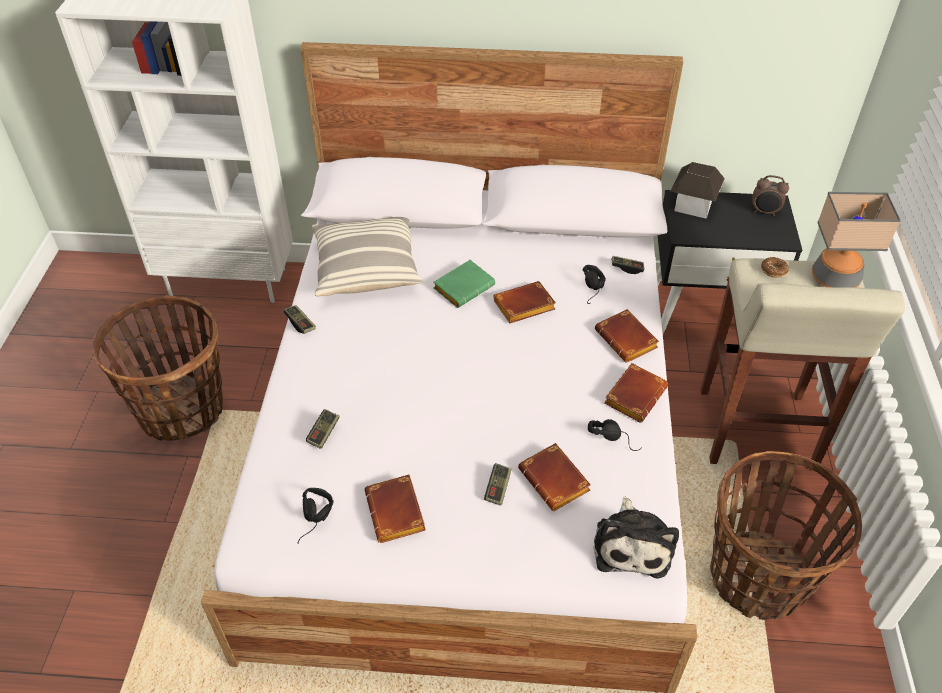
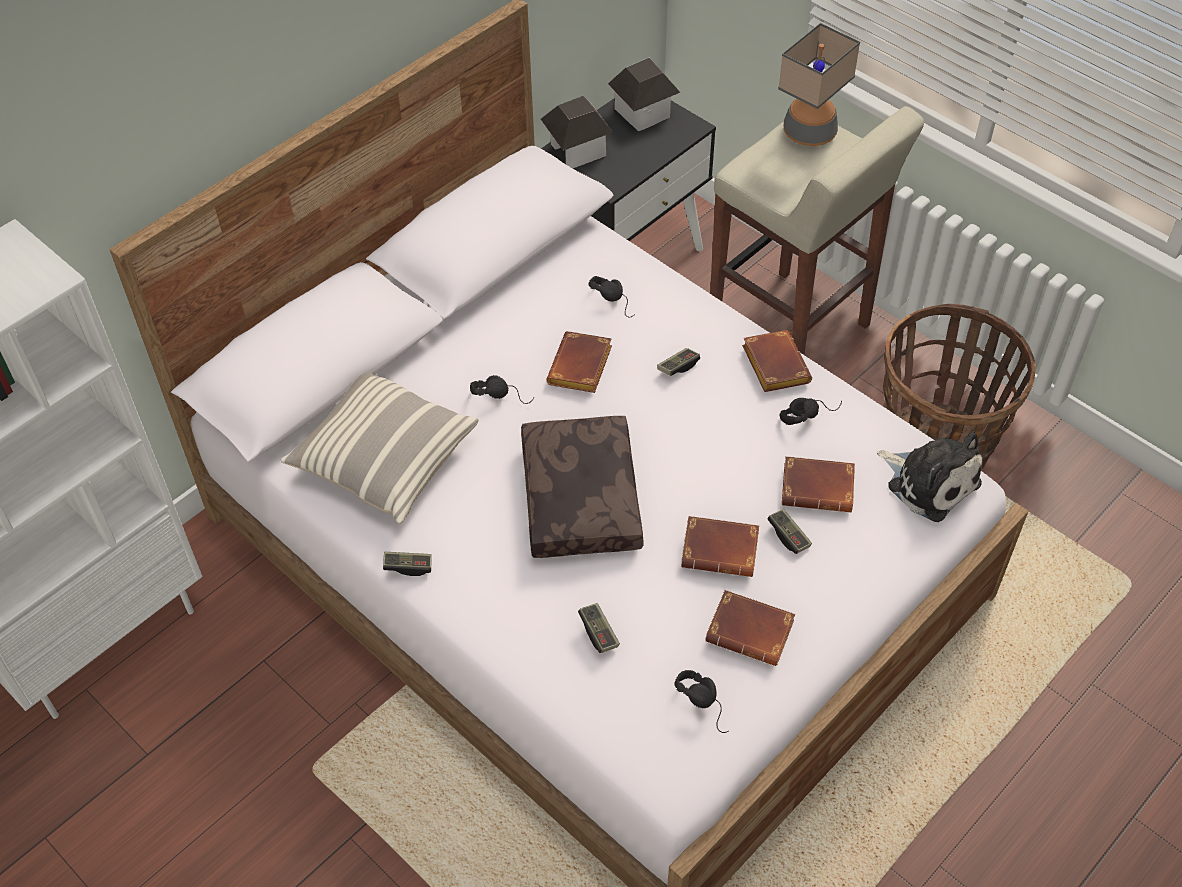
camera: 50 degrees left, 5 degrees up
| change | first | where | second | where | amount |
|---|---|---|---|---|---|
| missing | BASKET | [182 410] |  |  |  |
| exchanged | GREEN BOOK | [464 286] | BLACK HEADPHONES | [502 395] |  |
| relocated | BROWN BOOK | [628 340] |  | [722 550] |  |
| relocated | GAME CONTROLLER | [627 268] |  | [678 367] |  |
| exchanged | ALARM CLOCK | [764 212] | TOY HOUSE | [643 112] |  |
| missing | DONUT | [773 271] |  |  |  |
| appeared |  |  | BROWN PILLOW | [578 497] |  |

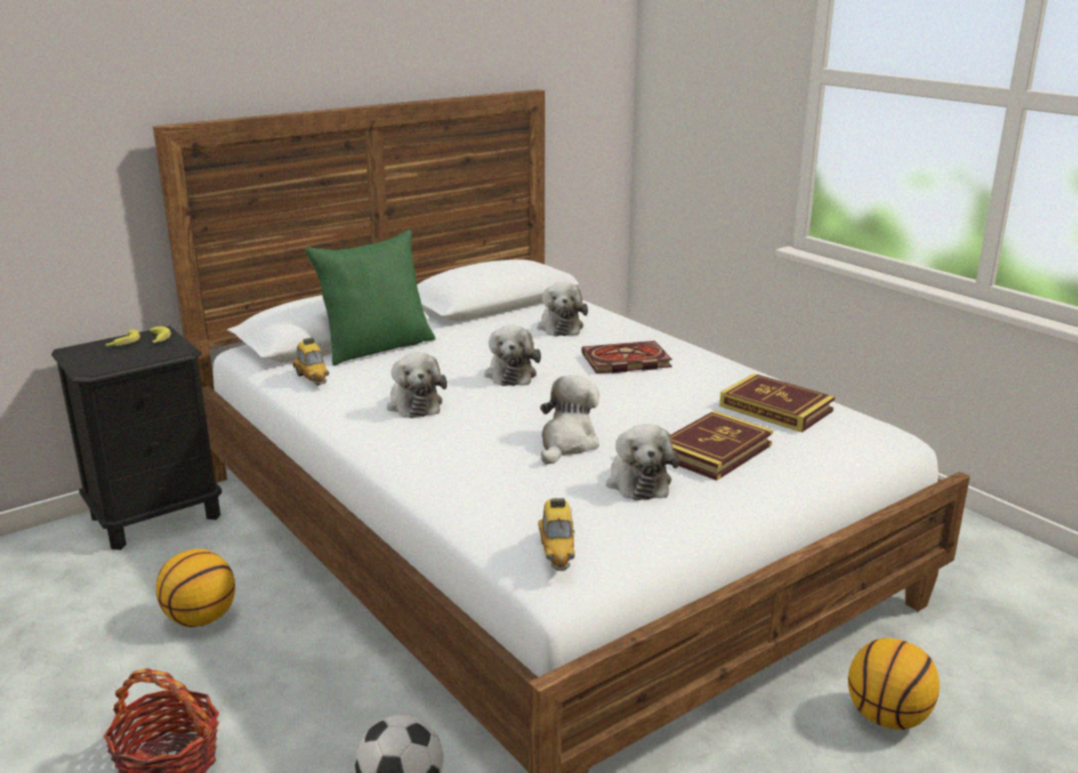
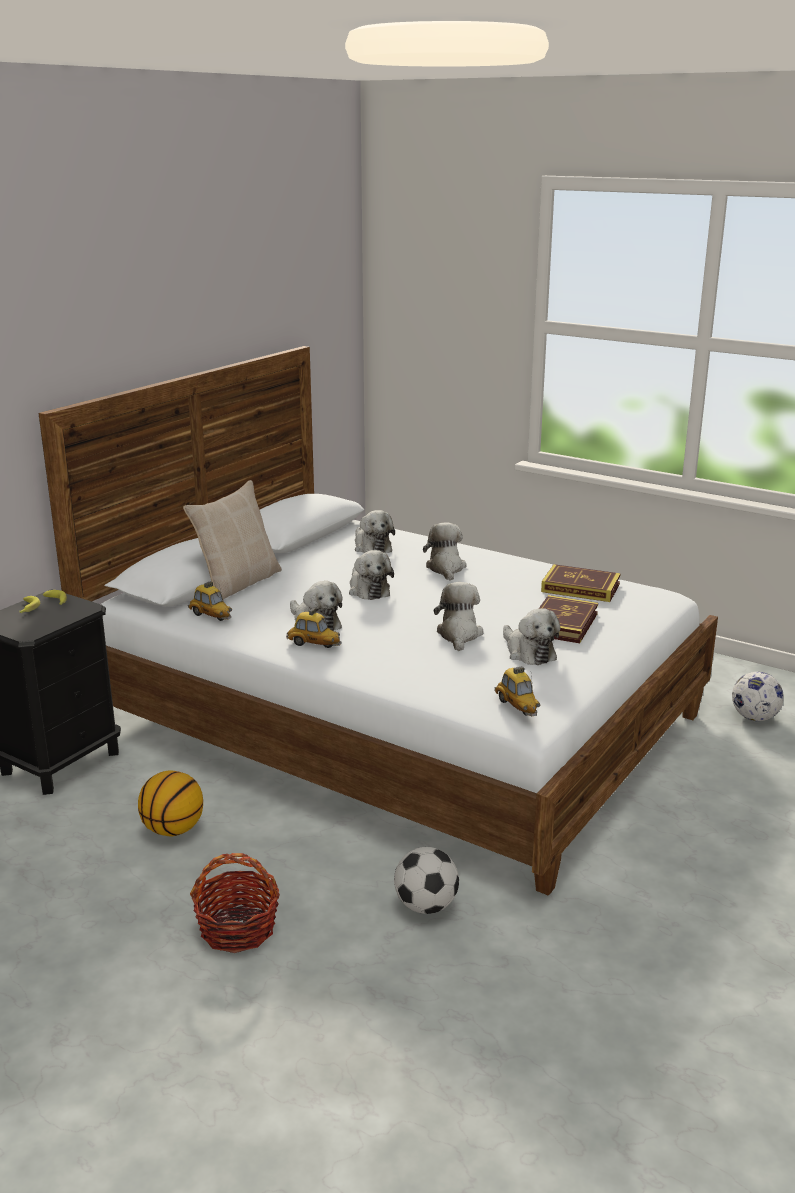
camera: 20 degrees left, 0 degrees up
| change | first | where | second | where | amount |
|---|---|---|---|---|---|
| colour | GREEN PILLOW | [376 347] | BEIGE PILLOW | [238 583] |  |
| exchanged | BOOK | [624 362] | PLUSH TOY | [446 568] |  |
| missing | BASKETBALL | [887 717] |  |  |  |
| appeared |  |  | TOY CAR | [314 644] |  |
| appeared |  |  | FOOTBALL | [754 717] |  |

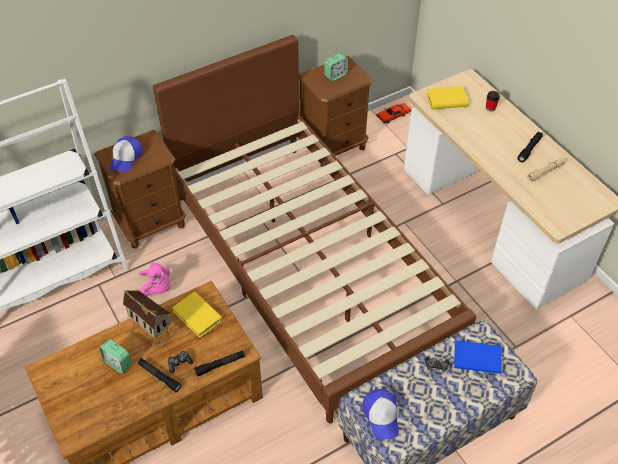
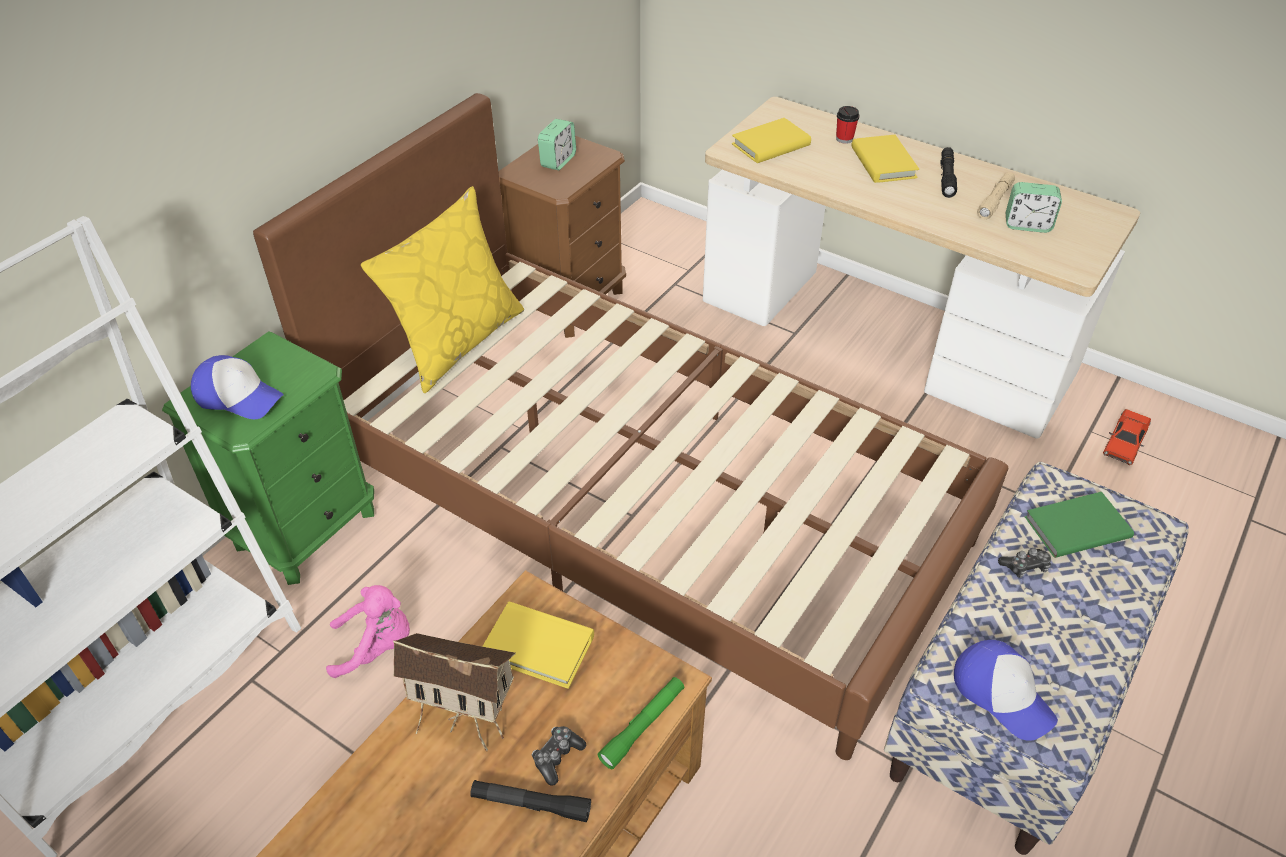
camera: 25 degrees left, 5 degrees down
| change | first | where | second | where | amount |
|---|---|---|---|---|---|
| colour | BROWN NIGHTSTAND | [151 224] | GREEN NIGHTSTAND | [306 529] |  |
| relocated | ALARM CLOCK | [118 363] |  | [1027 225] |  |
| spun | CAP | [126 158] |  | [238 396] | 60 degrees counterclockwise |
| colour | BLACK FLASHLIGHT | [220 365] | GREEN FLASHLIGHT | [643 726] |  |
| relocated | RED TOY CAR | [393 116] |  | [1124 442] |  |
| colour | BLUE BOOK | [476 357] | GREEN BOOK | [1075 526] |  |
| appeared |  |  | YELLOW PILLOW | [457 341] |  |
| appeared |  |  | YELLOW BOOK | [883 163] |  |

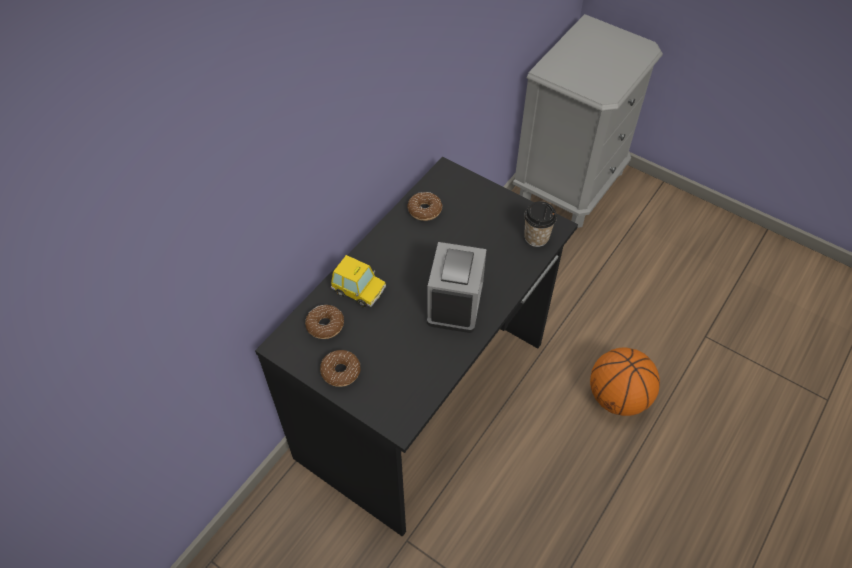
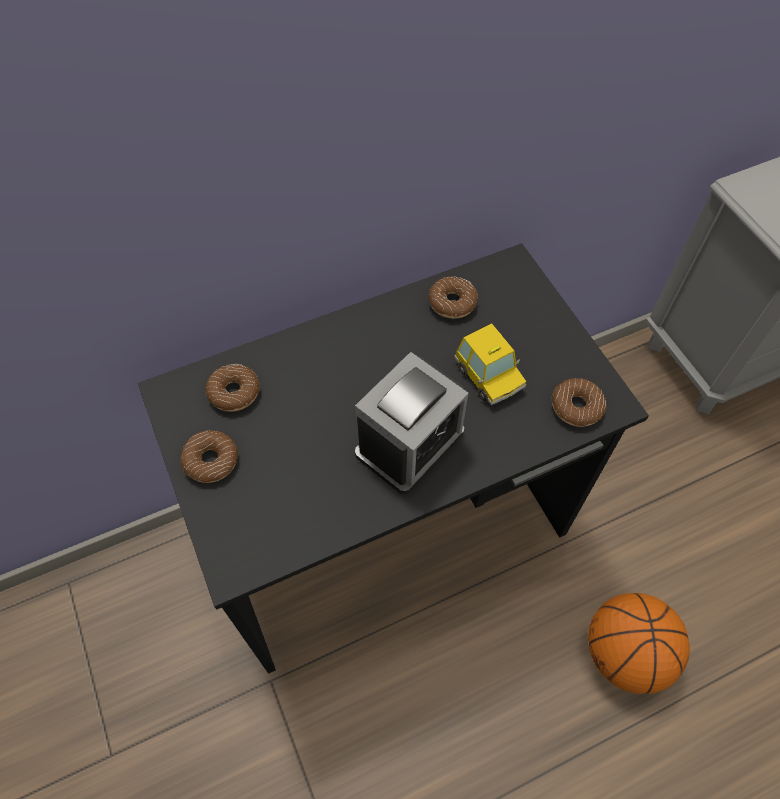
camera: 30 degrees right, 5 degrees up
| change | first | where | second | where | amount |
|---|---|---|---|---|---|
| relocated | TOY CAR | [359 290] |  | [489 376] |  |
| exchanged | CUP | [536 237] | DONUT | [576 407] |  |

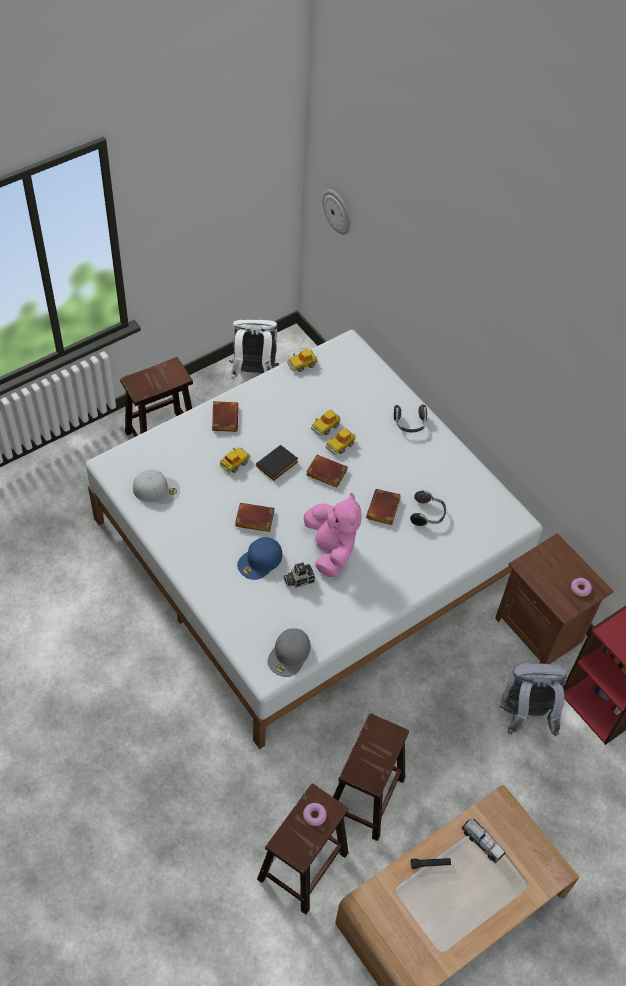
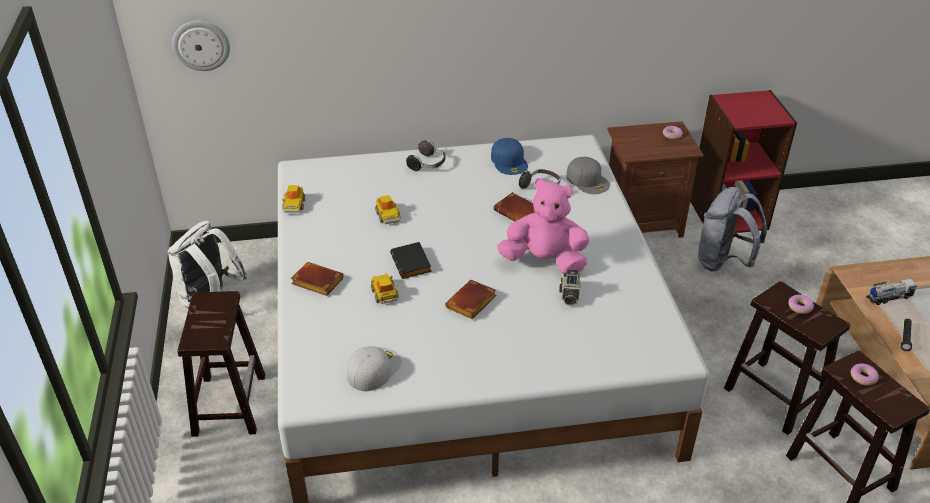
camera: 60 degrees left, 15 degrees down
| change | first | where | second | where | amount |
|---|---|---|---|---|---|
| relocated | BLUE CAP | [260 561] |  | [509 161] |  |
| relocated | GREY CAP | [289 655] |  | [588 180] |  |
| missing | BROWN BOOK | [325 473] |  |  |  |
| missing | TOY CAR | [340 445] |  |  |  |
| appeared |  |  | DONUT | [800 307] |  |

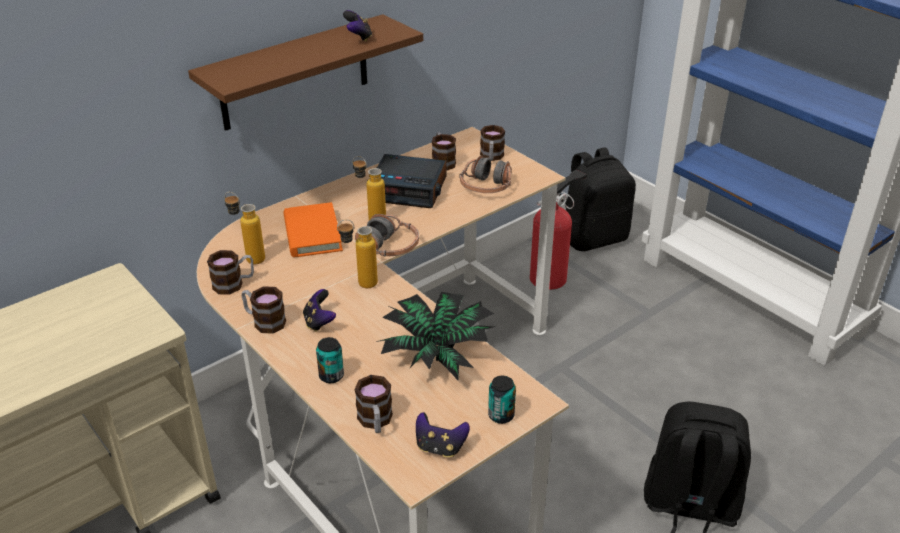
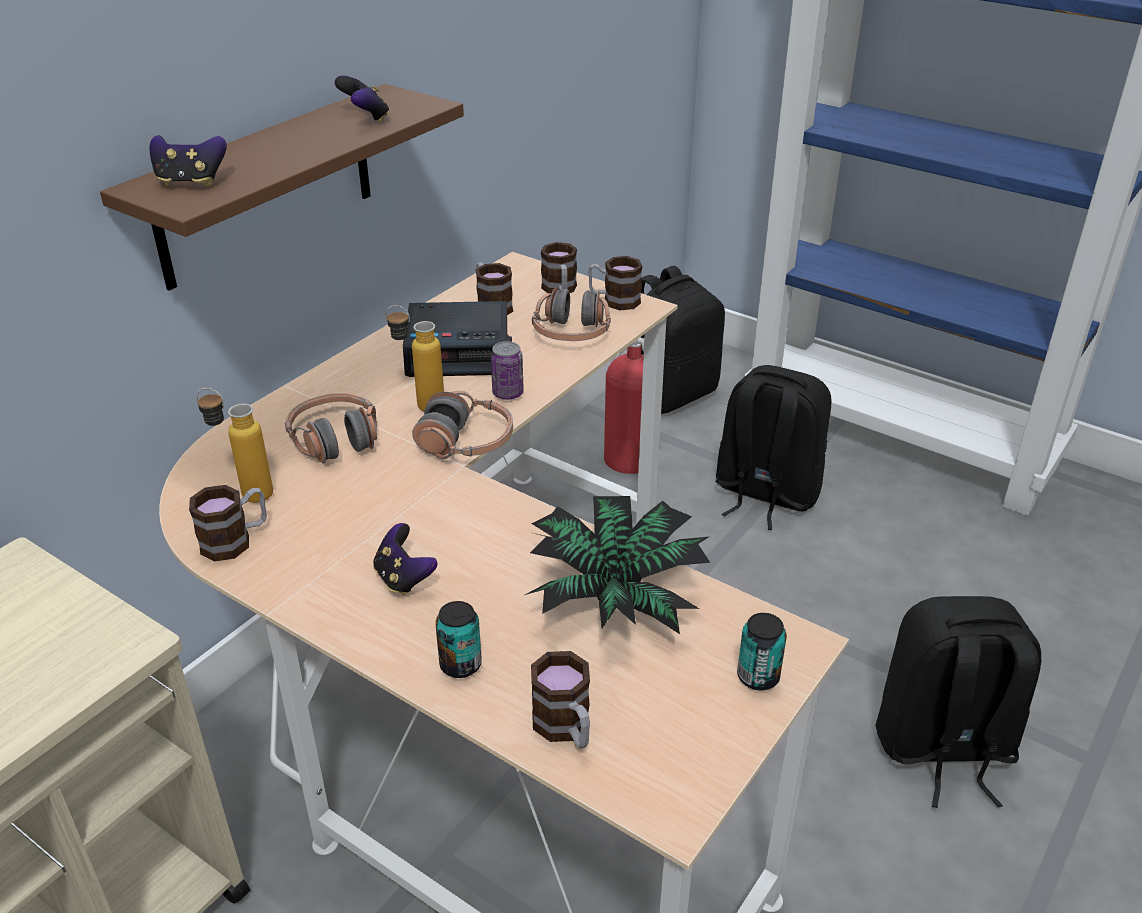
camera: 15 degrees left, 0 degrees up
| change | first | where | second | where | amount |
|---|---|---|---|---|---|
| relocated | MUG | [264 321] |  | [614 300] |  |
| exchanged | ORANGE BOOK | [312 234] | HEADPHONES | [335 439] |  |
| missing | BOTTLE | [360 284] |  |  |  |
| relocated | GAME CONTROLLER | [440 447] |  | [191 182] |  |
| appeared |  |  | CAN | [508 393] |  |
| appeared |  |  | BLACK BACKPACK | [765 494] |  |

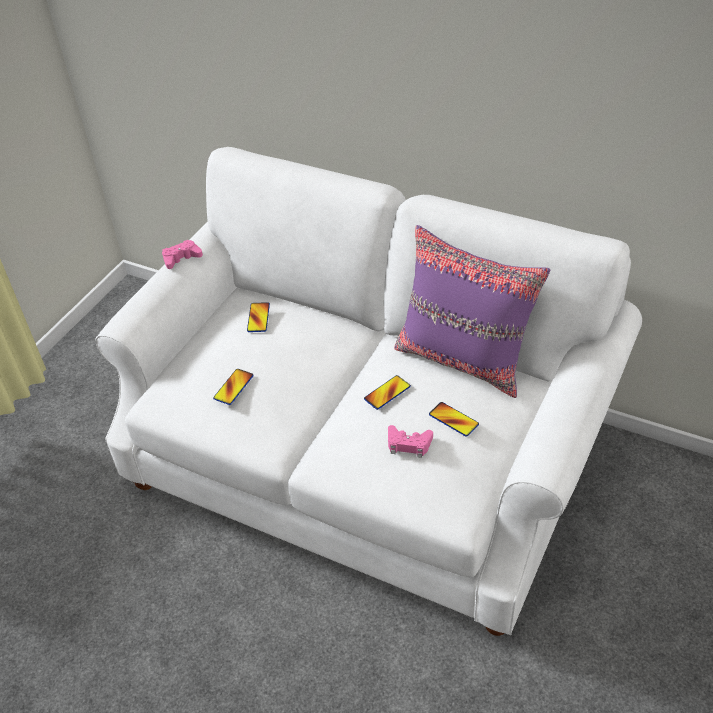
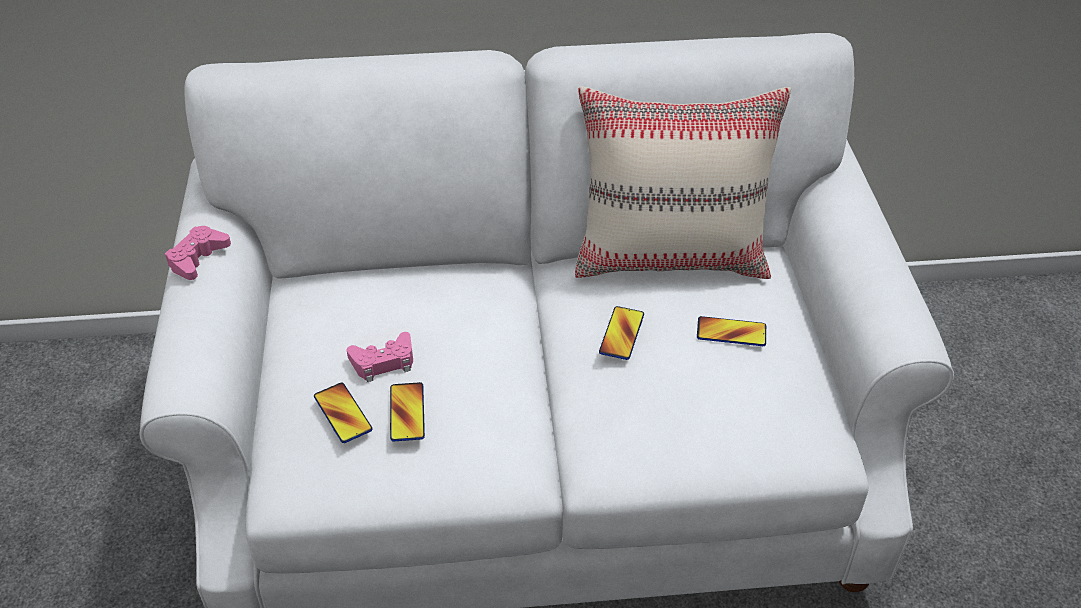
camera: 35 degrees left, 0 degrees up
| change | first | where | second | where | amount |
|---|---|---|---|---|---|
| relocated | PHONE | [258 318] |  | [342 413] |  |
| relocated | PINK GAME CONTROLLER | [408 444] |  | [383 362] |  |
| colour | PURPLE PILLOW | [464 359] | BEIGE PILLOW | [671 256] |  |

